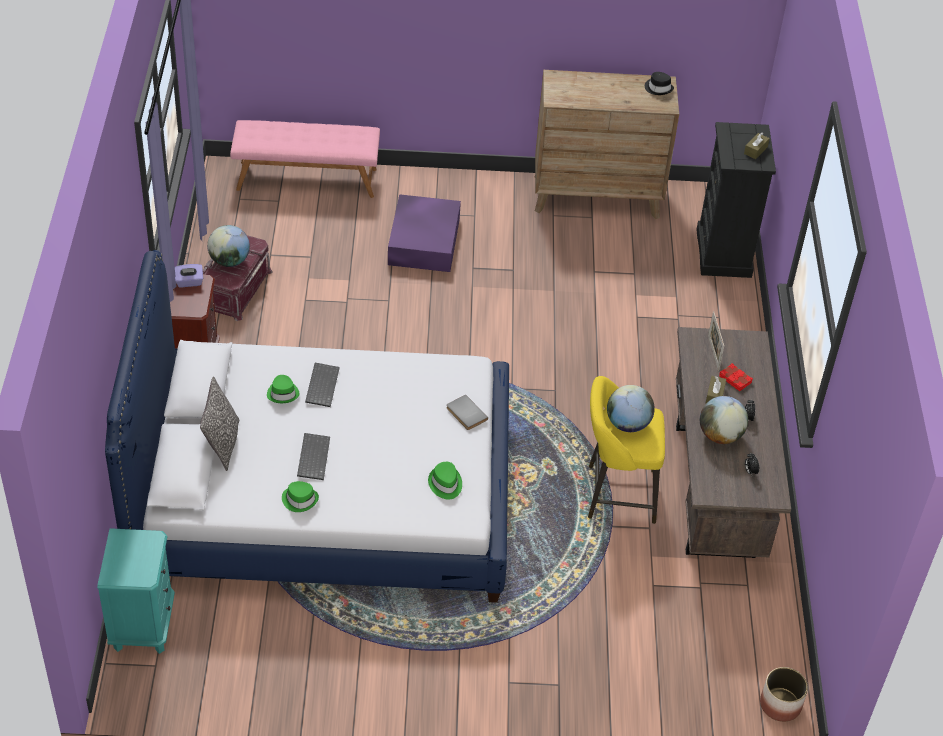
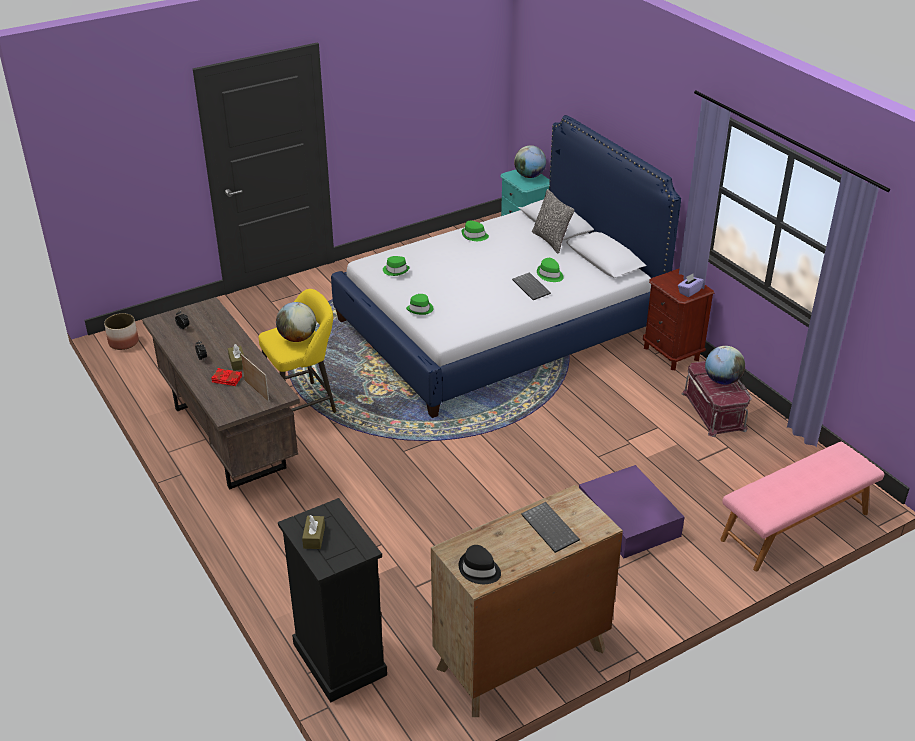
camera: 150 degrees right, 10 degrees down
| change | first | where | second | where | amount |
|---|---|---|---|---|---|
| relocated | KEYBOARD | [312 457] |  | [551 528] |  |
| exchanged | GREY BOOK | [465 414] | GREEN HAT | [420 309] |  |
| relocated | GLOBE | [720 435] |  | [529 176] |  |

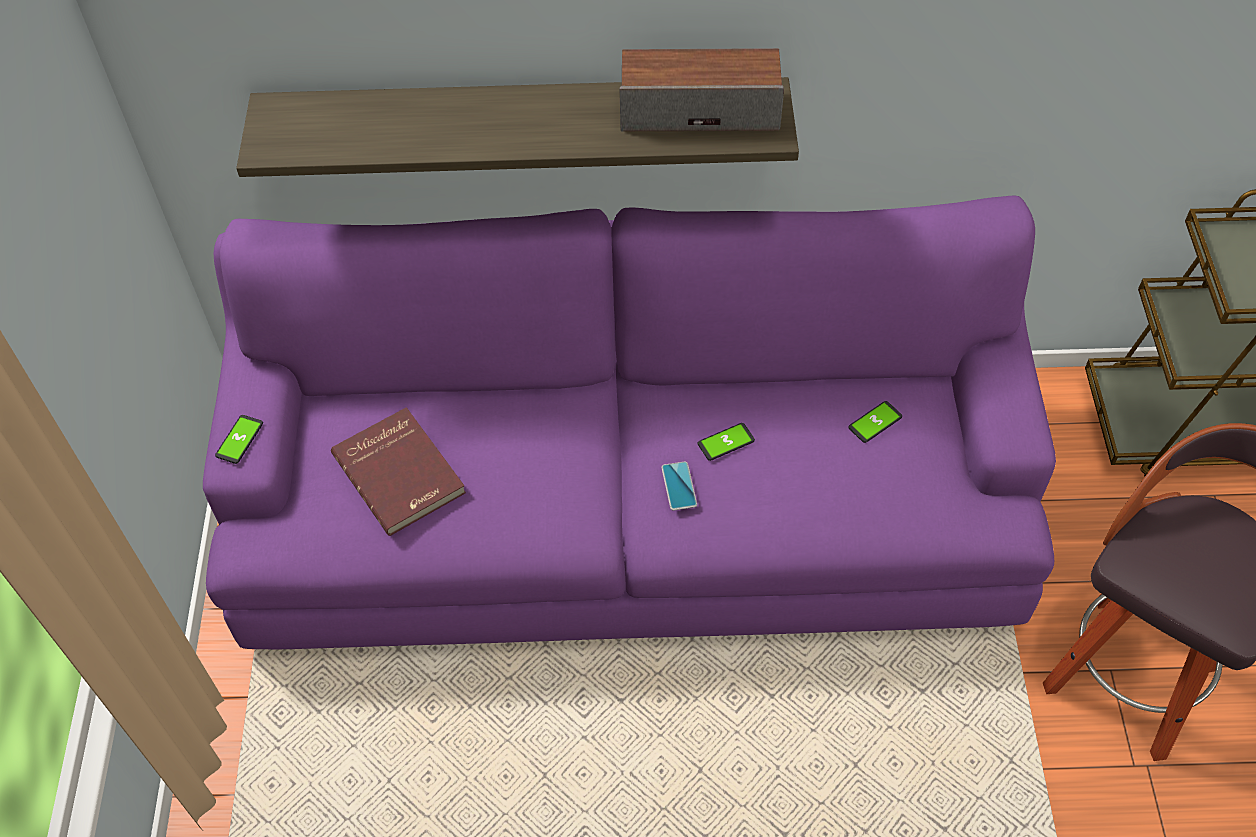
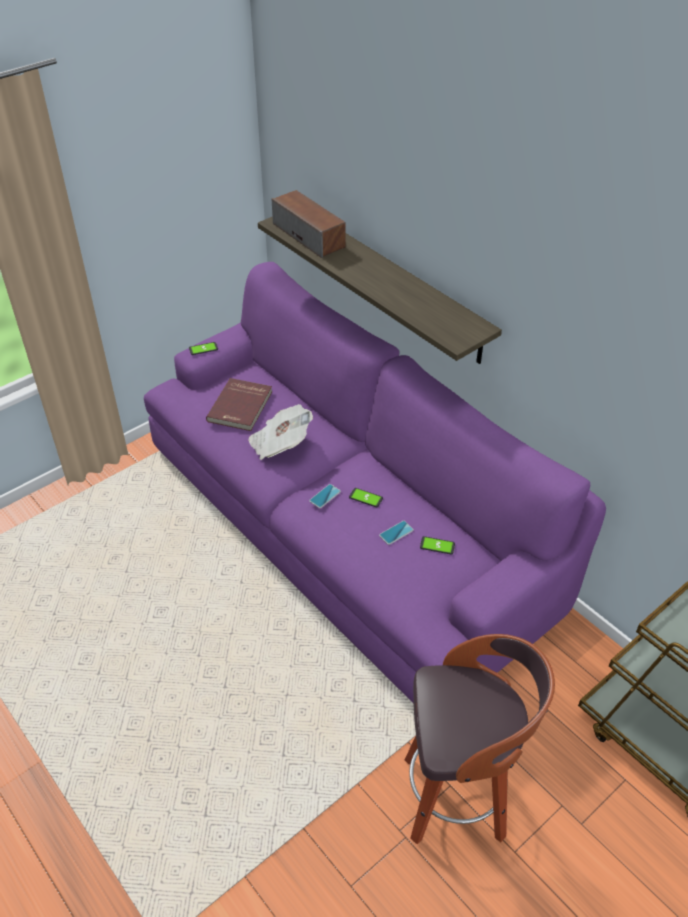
camera: 50 degrees right, 10 degrees down
| change | first | where | second | where | amount |
|---|---|---|---|---|---|
| relocated | SPEAKER | [699 110] |  | [309 235] |  |
| appeared |  |  | NEWSPAPER | [280 444] |  |
| appeared |  |  | PHONE | [396 533] |  |

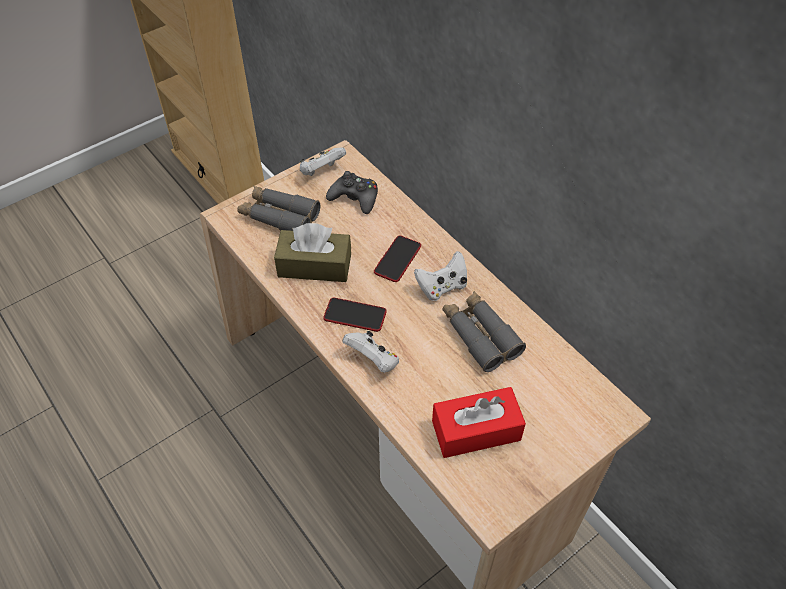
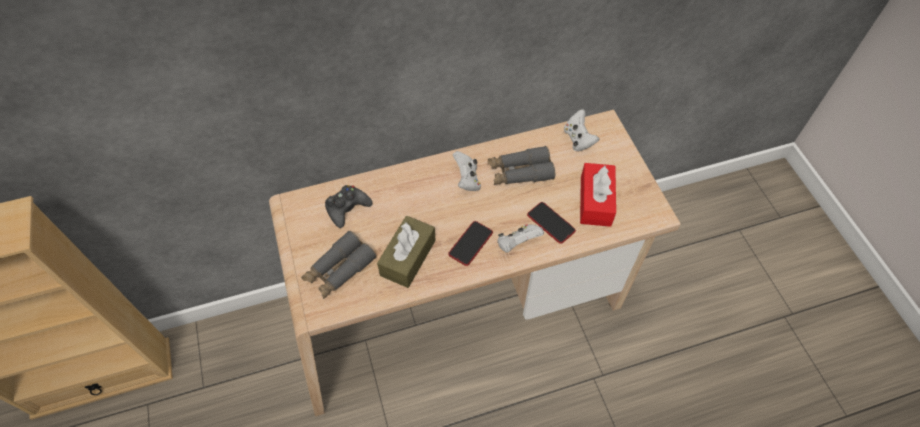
camera: 70 degrees left, 5 degrees up
| change | first | where | second | where | amount |
|---|---|---|---|---|---|
| relocated | WHITE GAME CONTROLLER | [321 171] |  | [578 139] |  |
| relocated | PHONE | [397 259] |  | [551 223] |  |

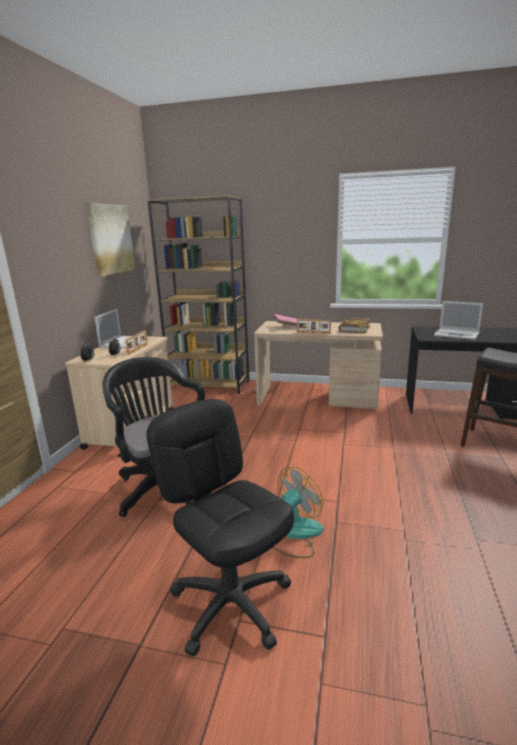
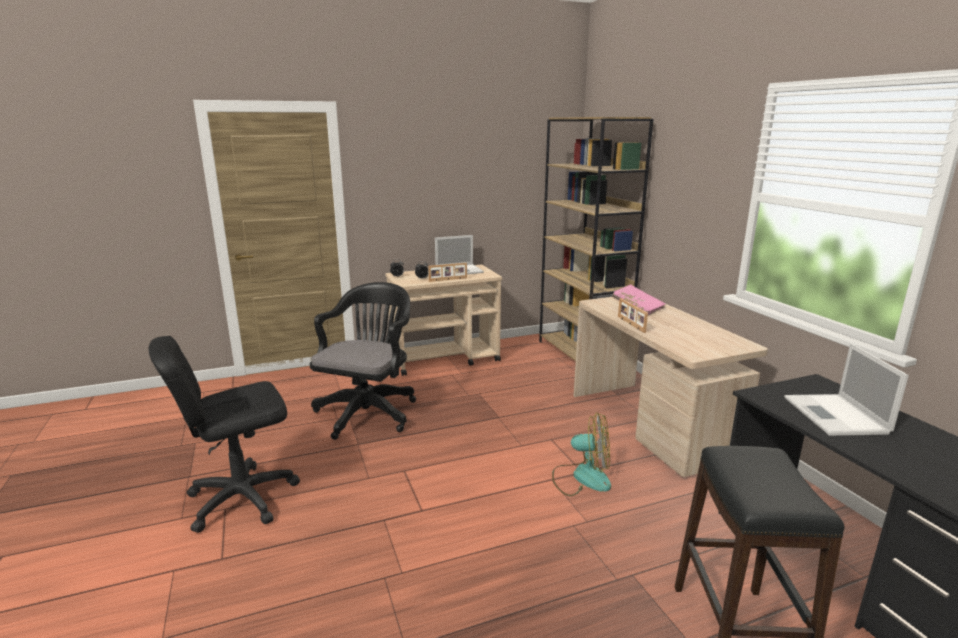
camera: 55 degrees right, 0 degrees up
| change | first | where | second | where | amount |
|---|---|---|---|---|---|
| missing | PICTURE | [111 239] |  |  |  |
| spun | BLACK OFFICE CHAIR | [231 603] |  | [242 498] | 135 degrees counterclockwise |
| relocated | FAN | [294 533] |  | [582 477] |  |
| missing | BOOK | [354 328] |  |  |  |

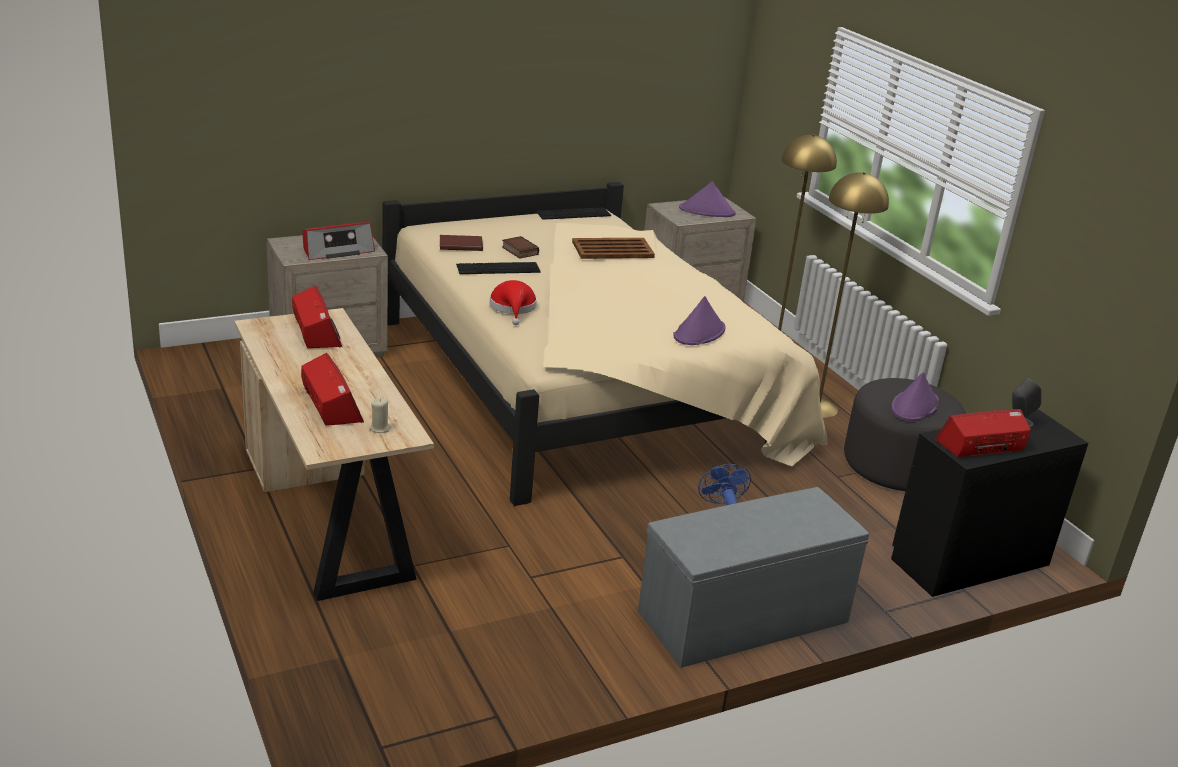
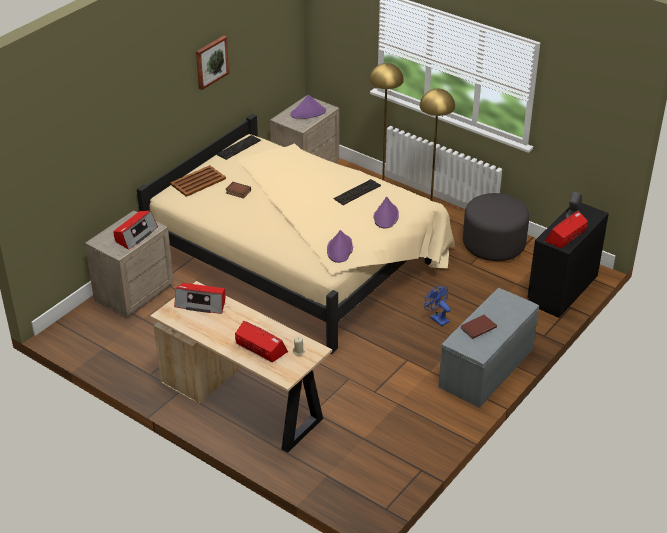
camera: 25 degrees left, 10 degrees up
| change | first | where | second | where | amount |
|---|---|---|---|---|---|
| spun | RADIO | [316 331] |  | [201 303] | 150 degrees clockwise |
| relocated | BROWN BOOK | [460 244] |  | [477 327] |  |
| relocated | KEYBOARD | [498 268] |  | [357 192] |  |
| missing | RED HAT | [513 308] |  |  |  |
| relocated | BROWN TRAY | [612 249] |  | [197 182] |  |
| relocated | PURPLE HAT | [914 406] |  | [340 249] |  |
| appeared |  |  | PICTURE | [211 62] |  |

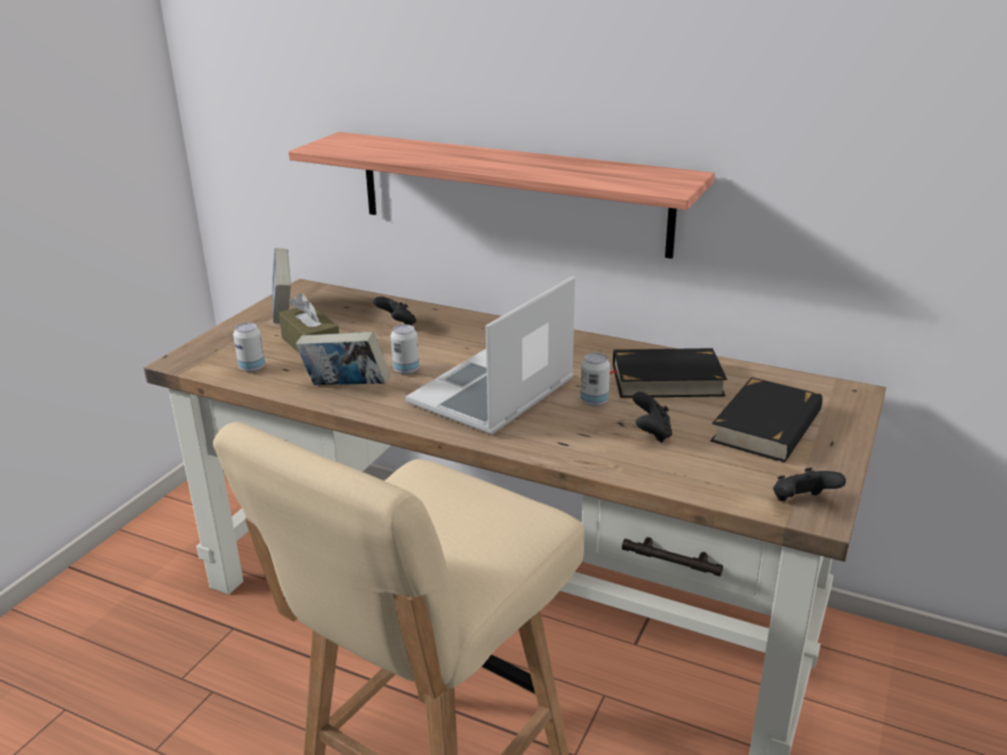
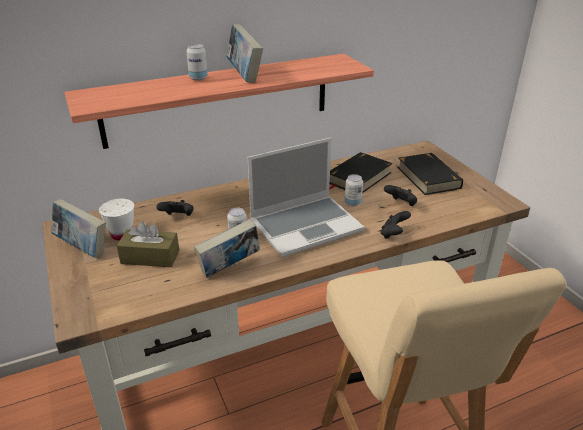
camera: 50 degrees left, 5 degrees up
| change | first | where | second | where | amount |
|---|---|---|---|---|---|
| relocated | CAN | [252 368] |  | [198 78] |  |
| spun | LAPTOP | [493 394] |  | [306 225] | 105 degrees counterclockwise |
| relocated | BLACK GAME CONTROLLER | [802 503] |  | [393 234] |  |
| appeared |  |  | WHITE CUP | [122 234] |  |
| appeared |  |  | BOOK | [244 75] |  |

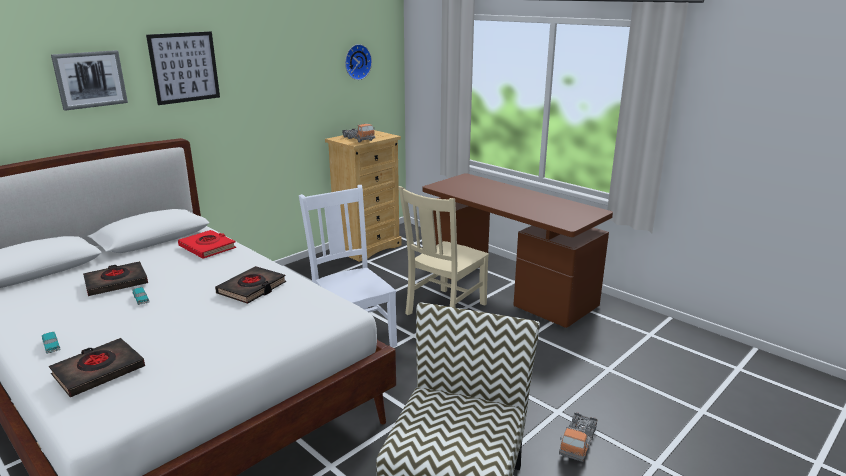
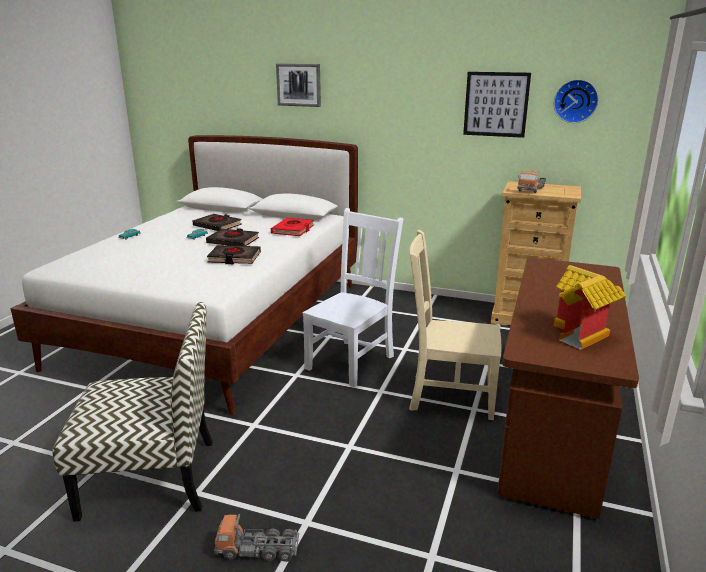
camera: 65 degrees right, 0 degrees up
| change | first | where | second | where | amount |
|---|---|---|---|---|---|
| relocated | BLACK BOOK | [98 371] |  | [233 241] |  |
| relocated | PICTURE | [184 67] |  | [496 104] |  |
| appeared |  |  | TOY HOUSE | [582 335] |  |

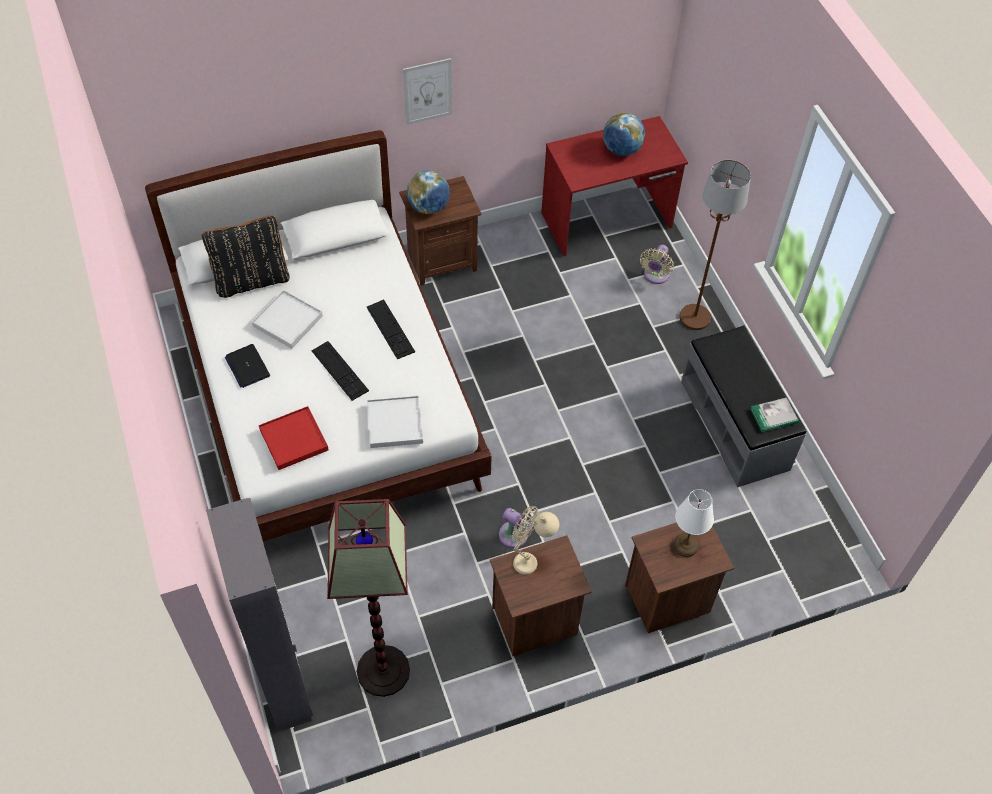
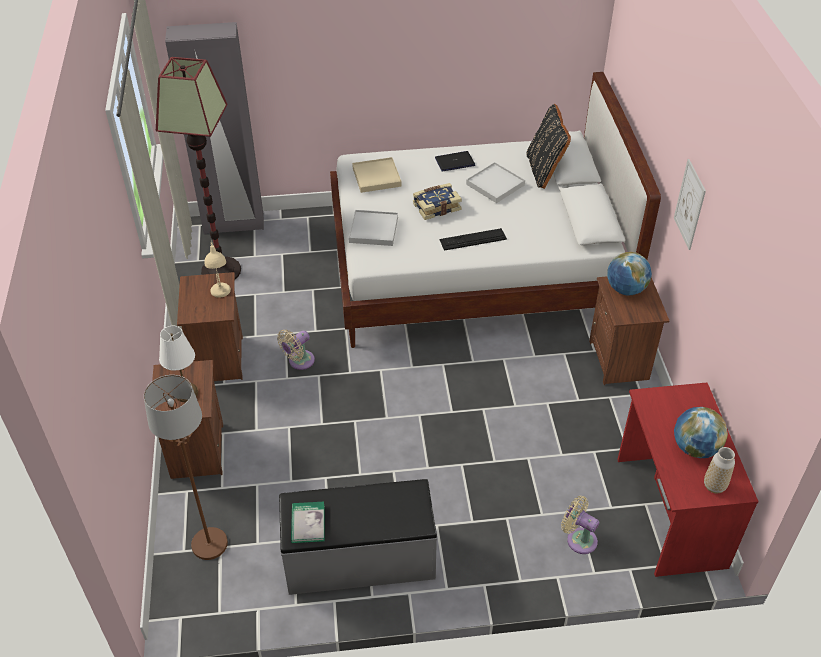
camera: 105 degrees right, 10 degrees down
| change | first | where | second | where | amount |
|---|---|---|---|---|---|
| colour | RED TRAY | [294 440] | BEIGE TRAY | [376 177] |  |
| exchanged | KEYBOARD | [339 370] | BOOK | [436 206] |  |
| relocated | BROWN FLOOR LAMP | [695 318] |  | [209 544] |  |
| appeared |  |  | VASE | [714 486] |  |

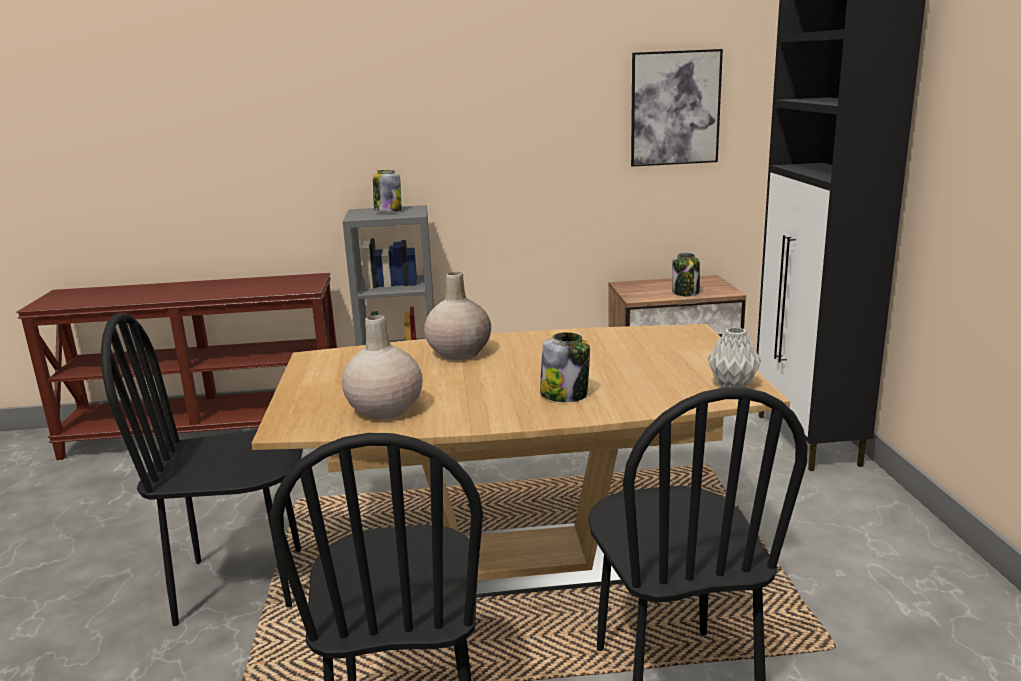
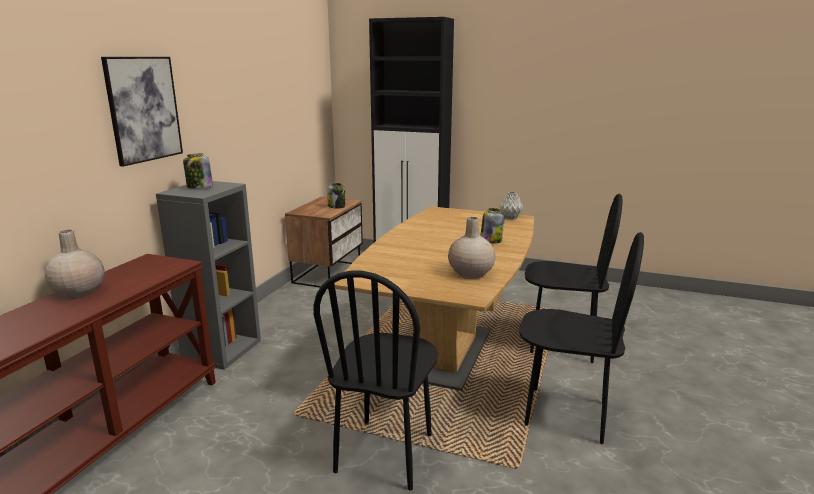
camera: 65 degrees left, 0 degrees up
| change | first | where | second | where | amount |
|---|---|---|---|---|---|
| relocated | BEIGE VASE | [459 353] |  | [78 291] |  |
| relocated | PICTURE | [675 108] |  | [143 109] |  |

